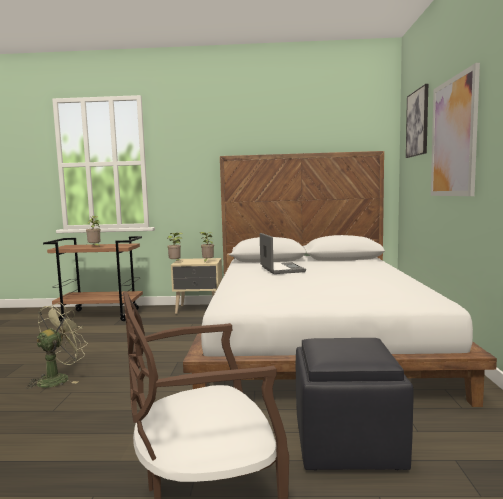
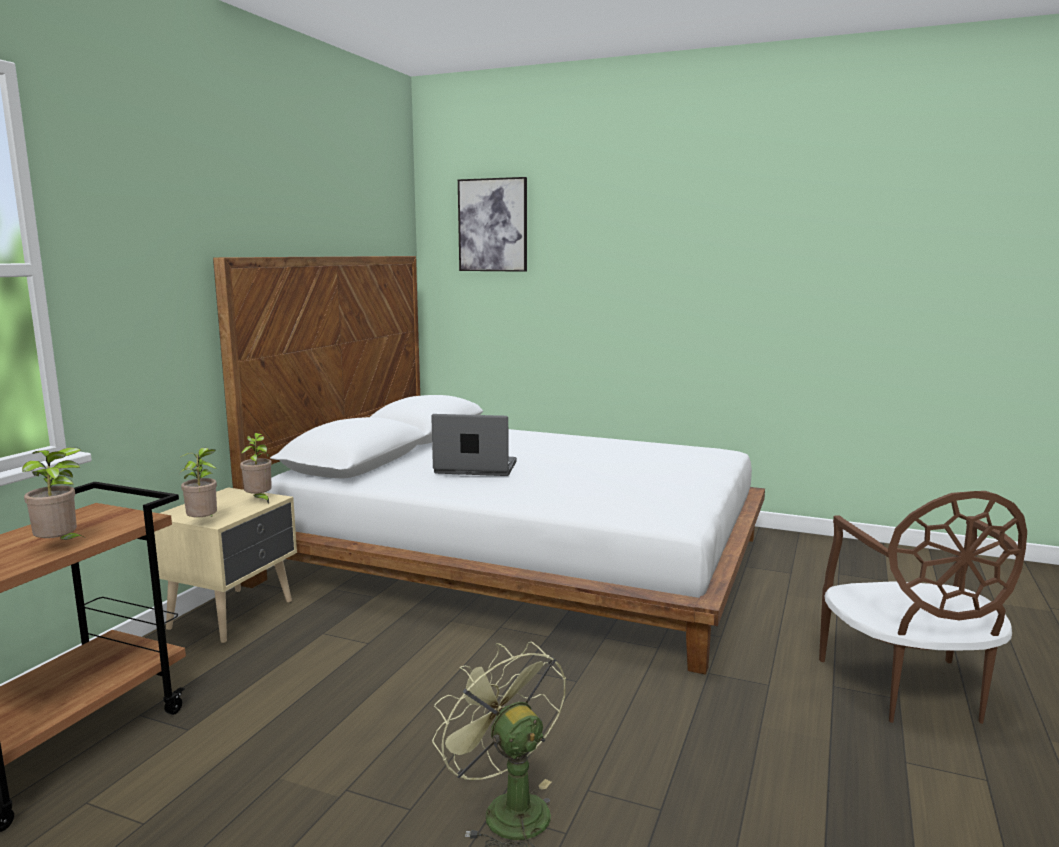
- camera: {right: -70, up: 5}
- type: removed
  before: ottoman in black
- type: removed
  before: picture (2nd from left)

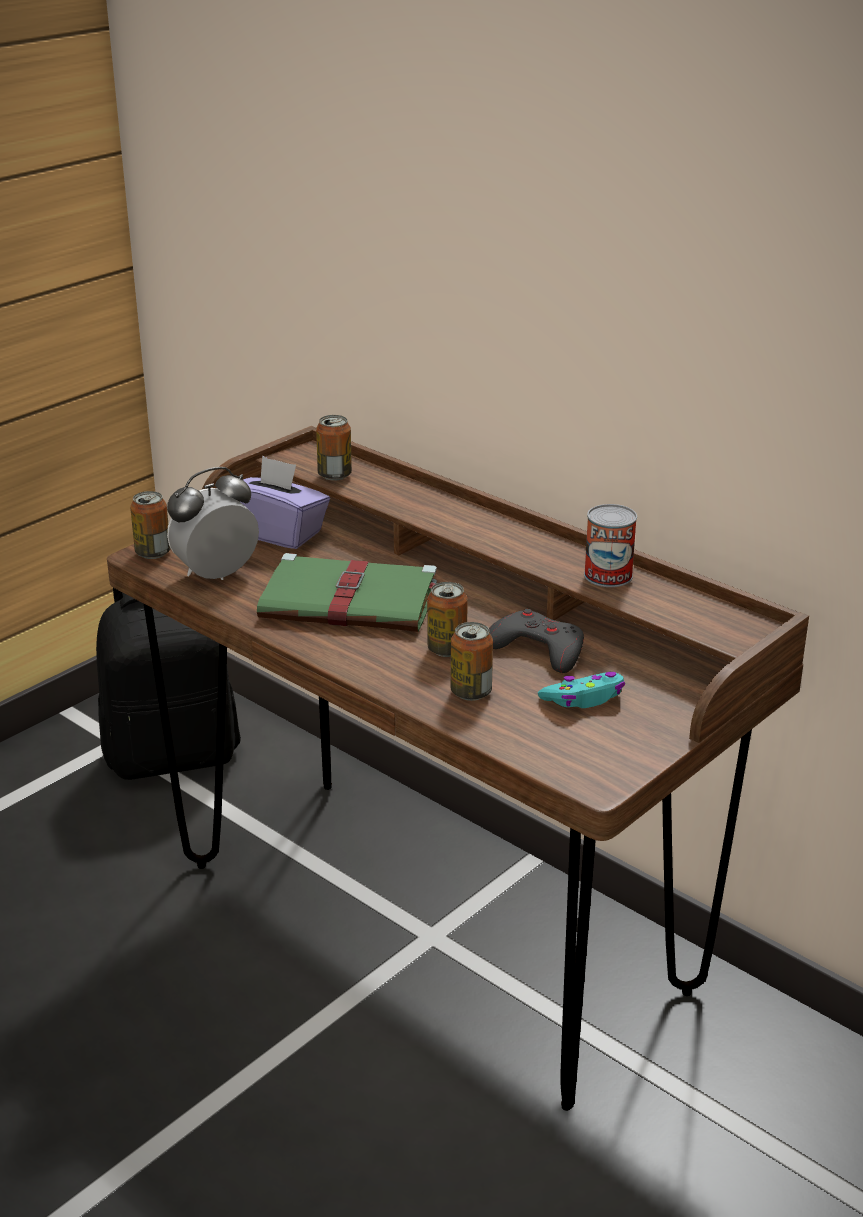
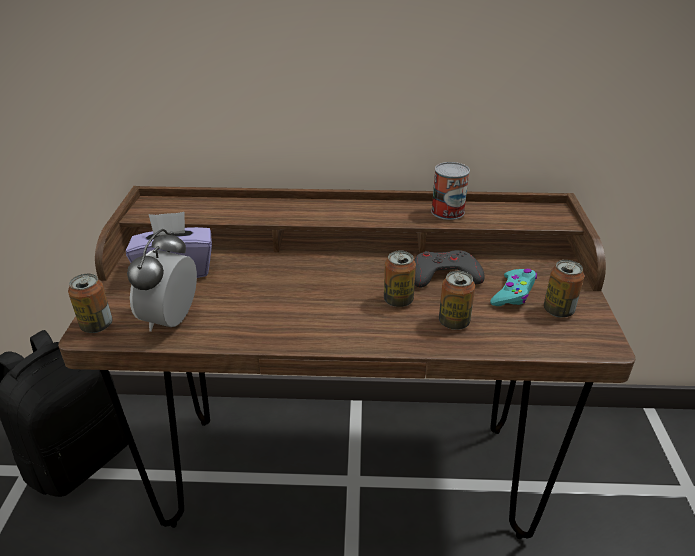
- camera: {right: -40, up: 5}
- type: moved
  before: can (2nd from left in the first image)
  after: can (5th from left)
- type: removed
  before: book in green

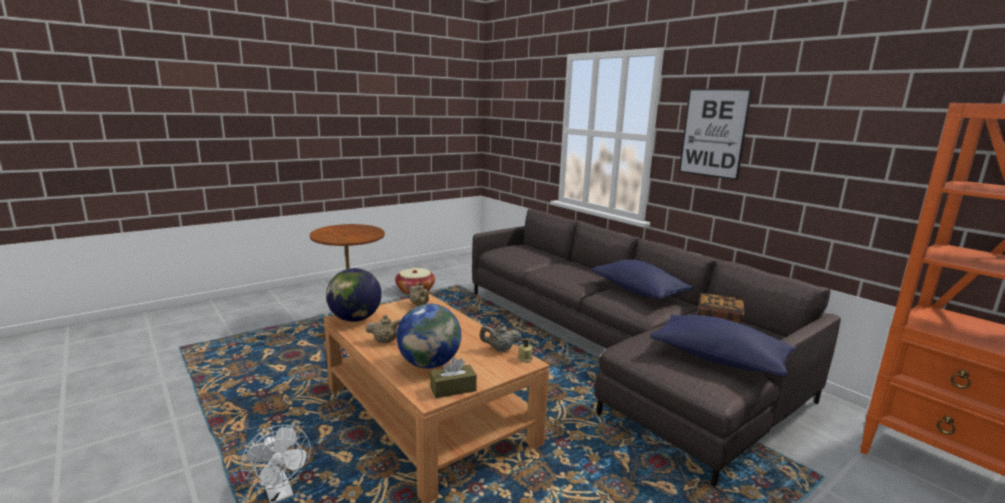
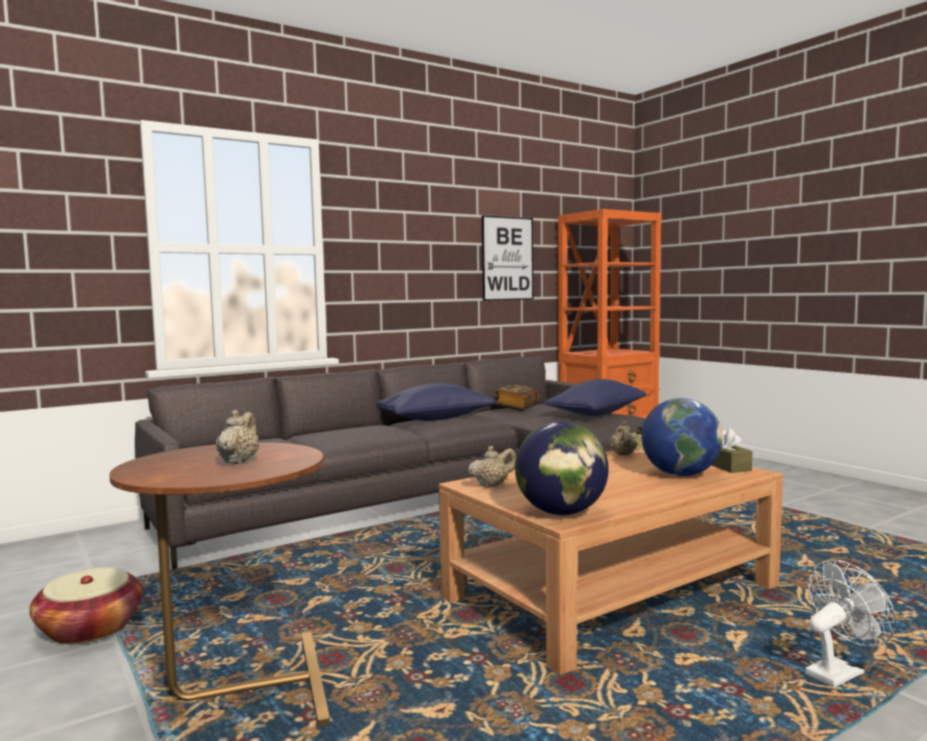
- camera: {right: -85, up: -10}
- type: moved
  before: teapot in beige (1st from left)
- type: moved
  before: picture

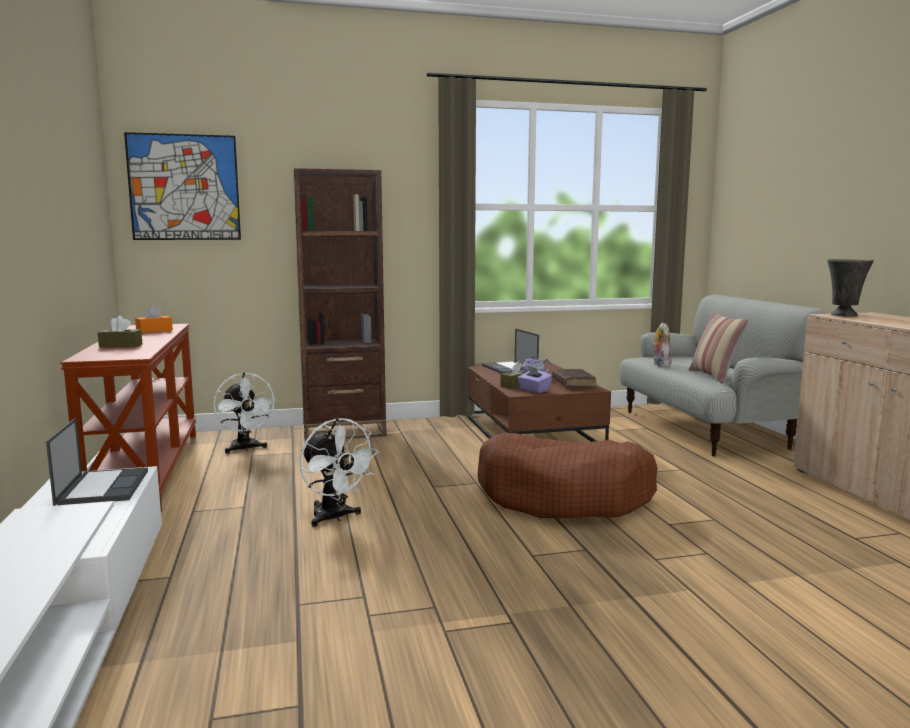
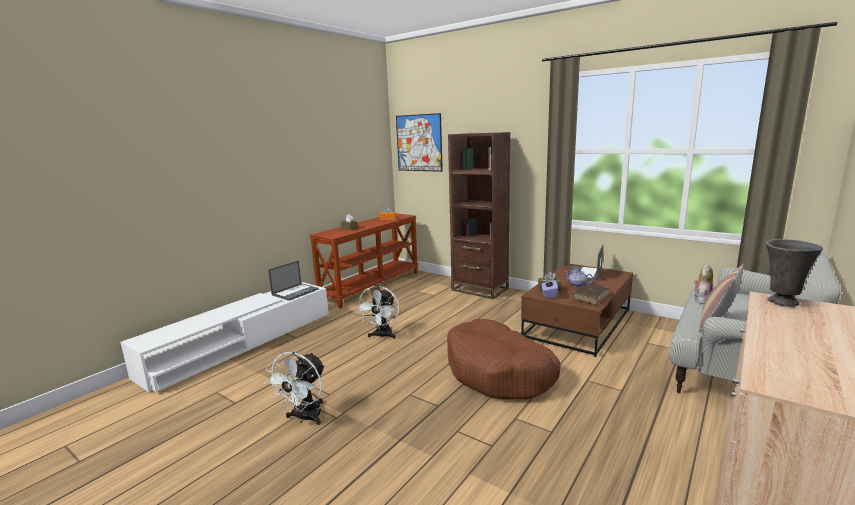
- camera: {right: 50, up: 5}
- type: moved
  before: fan in white (1st from left)

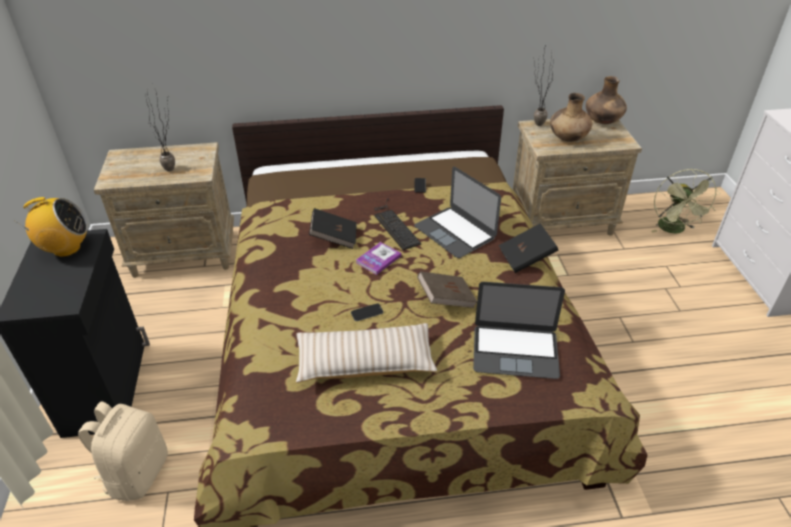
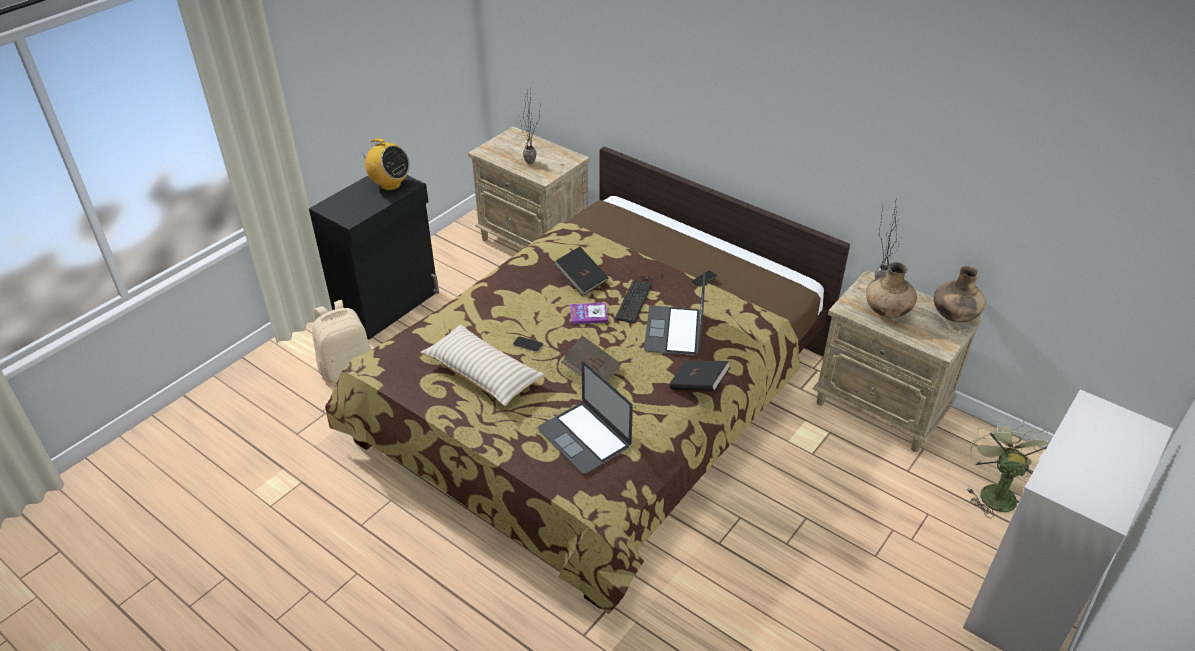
- camera: {right: 45, up: 0}
- type: turned
  before: fan in green
  turn: 150

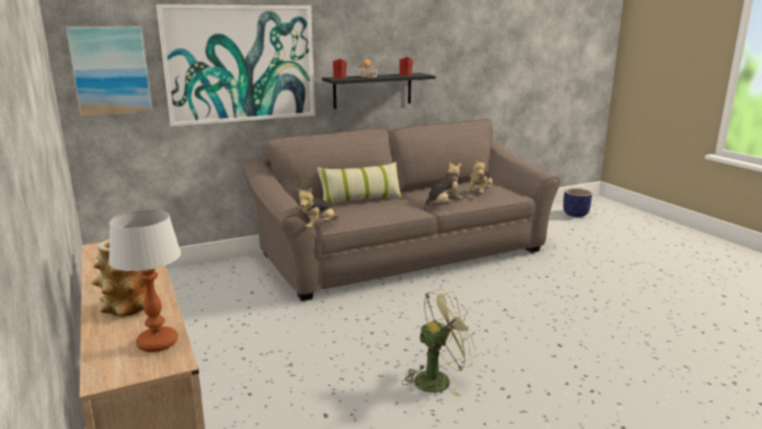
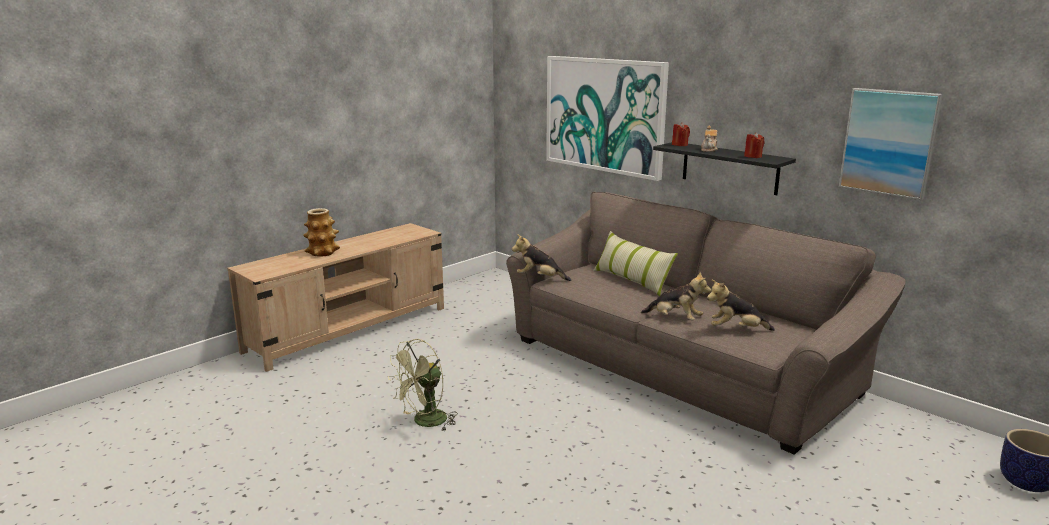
- camera: {right: 70, up: 0}
- type: turned
  before: fan in green
  turn: 90
- type: moved
  before: picture (1st from left in the first image)
  after: picture (2nd from left)
- type: removed
  before: table lamp

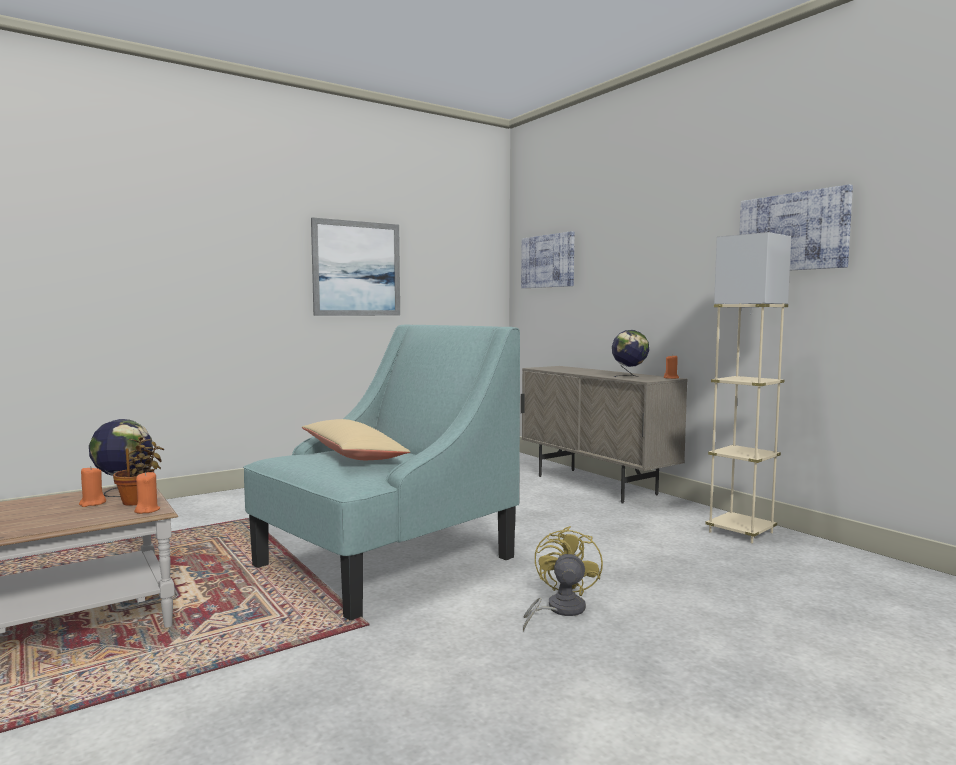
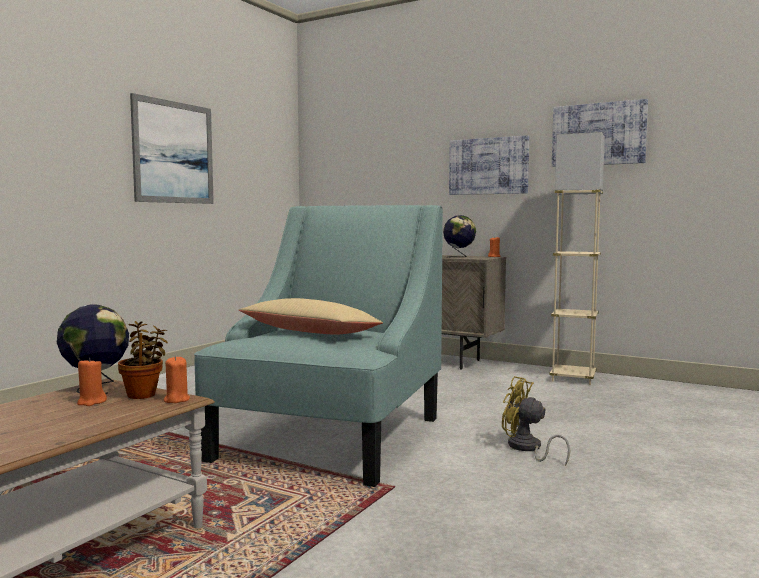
- camera: {right: -25, up: 0}
- type: moved
  before: picture (2nd from left)
- type: turned
  before: fan in yellow
  turn: -45

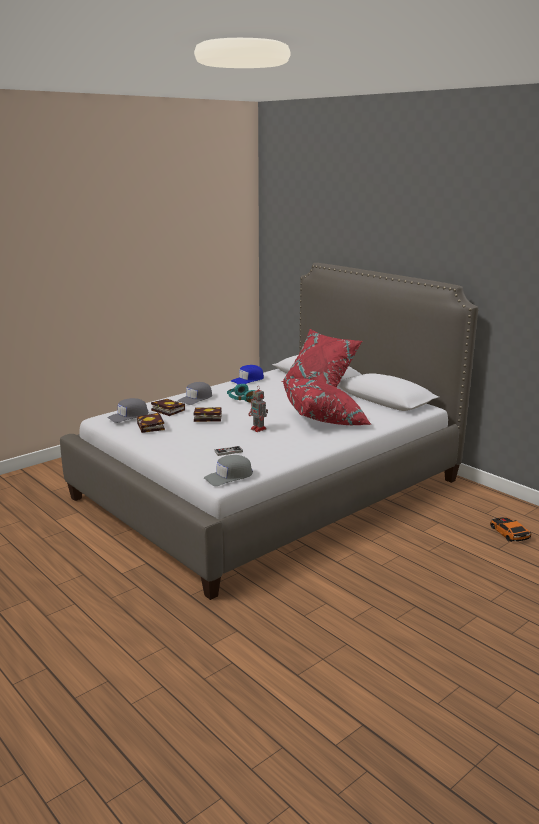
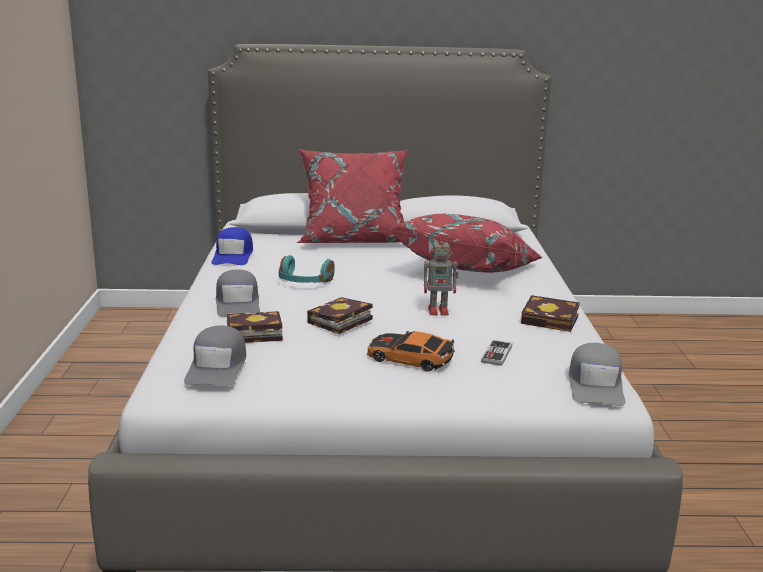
- camera: {right: -50, up: 0}
- type: moved
  before: toy car
- type: moved
  before: book (1st from left in the first image)
  after: book (3rd from left)

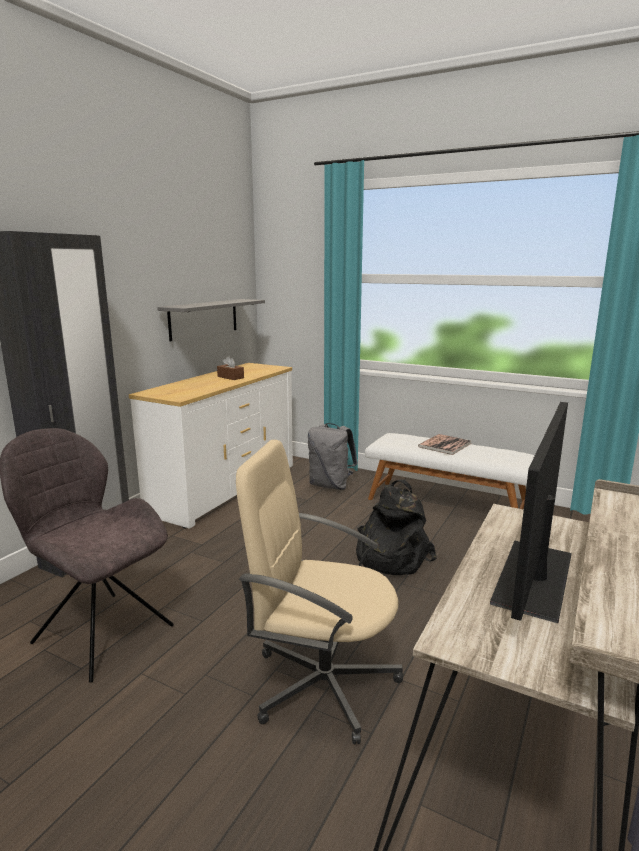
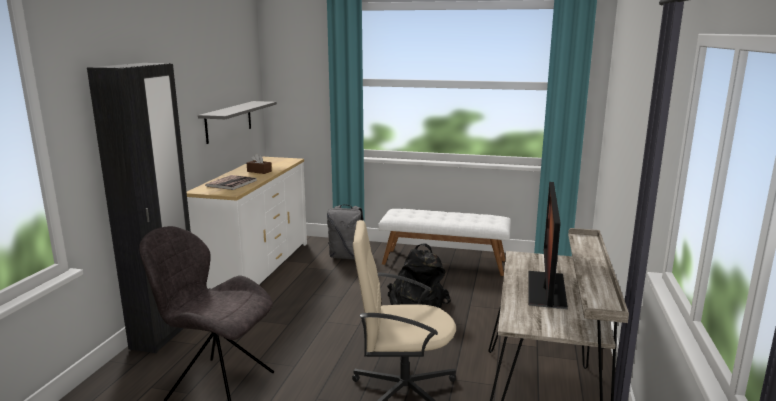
- camera: {right: -15, up: 0}
- type: moved
  before: book

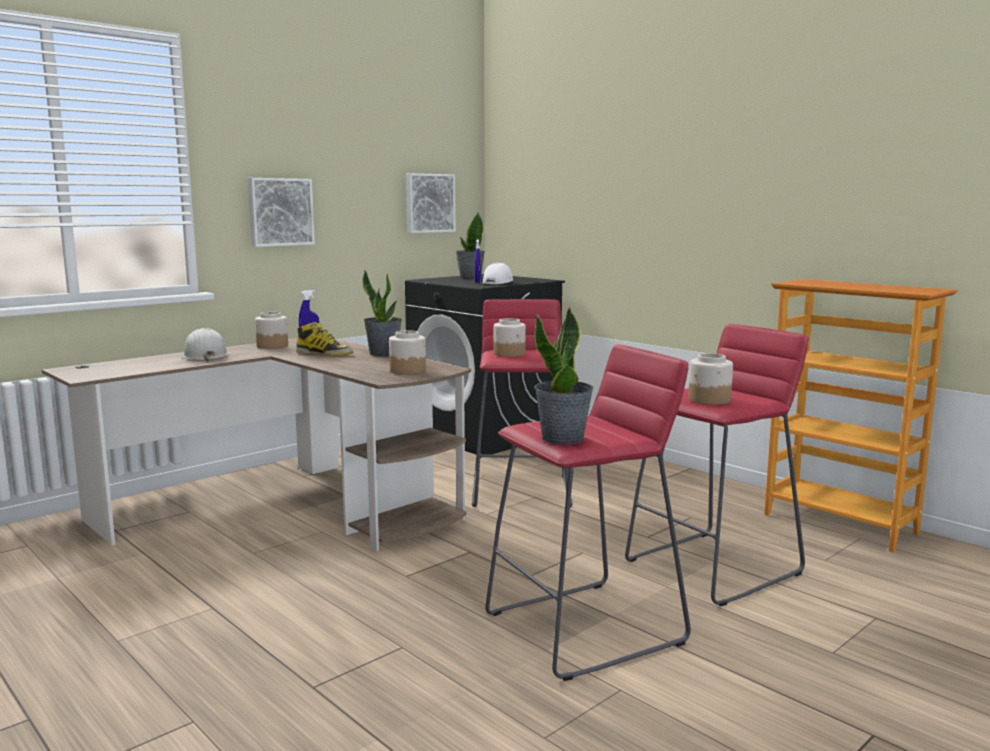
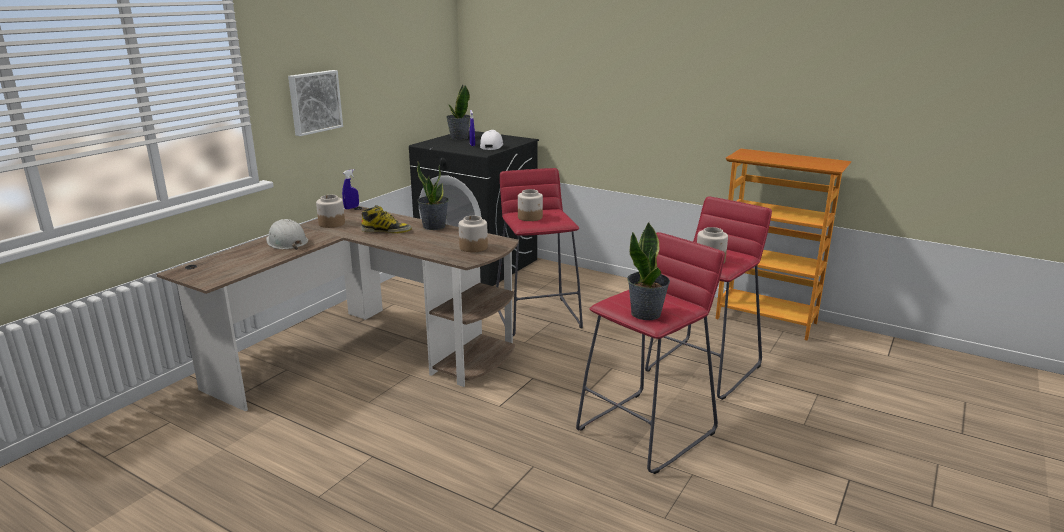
- camera: {right: -15, up: 10}
- type: removed
  before: picture (2nd from left)

